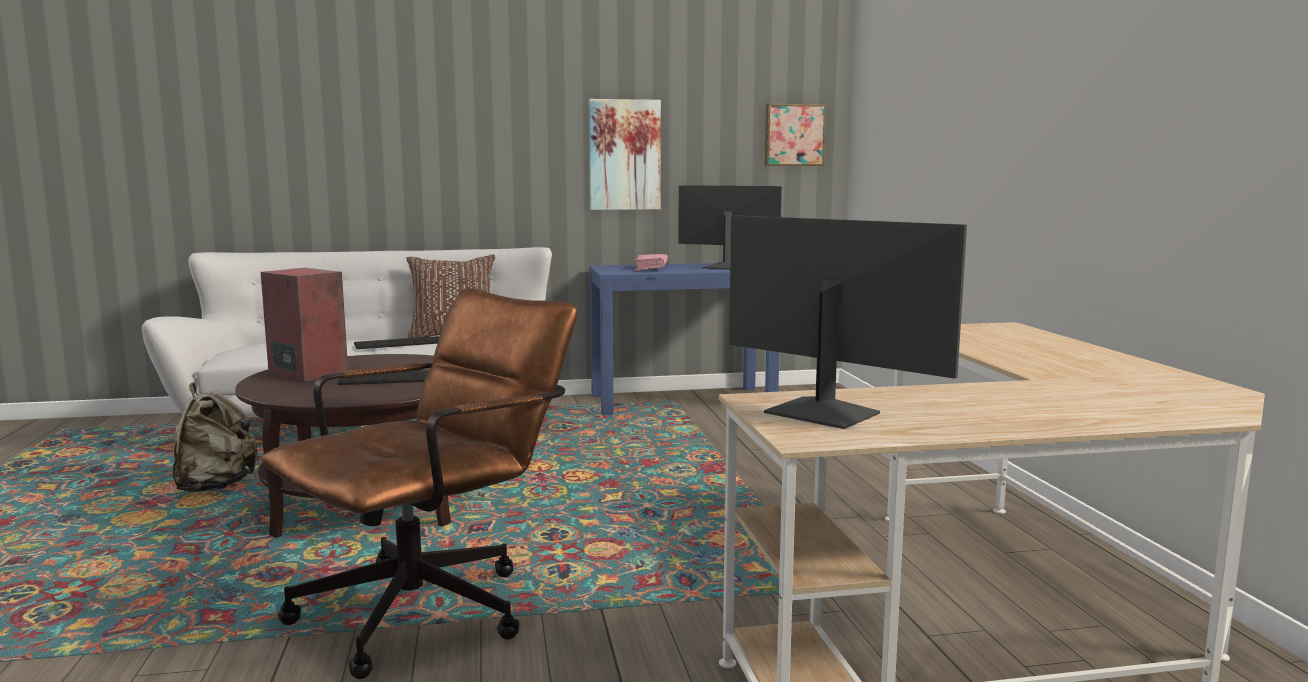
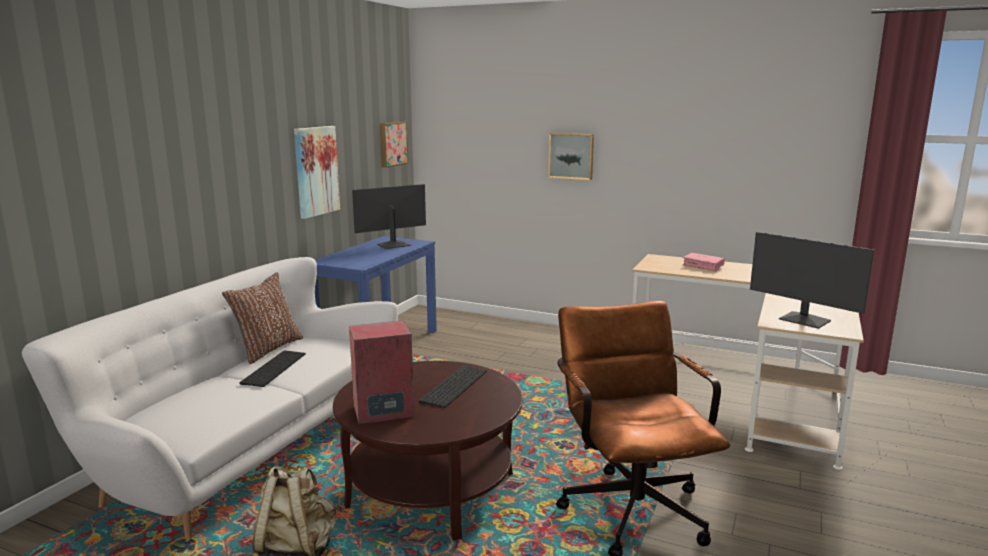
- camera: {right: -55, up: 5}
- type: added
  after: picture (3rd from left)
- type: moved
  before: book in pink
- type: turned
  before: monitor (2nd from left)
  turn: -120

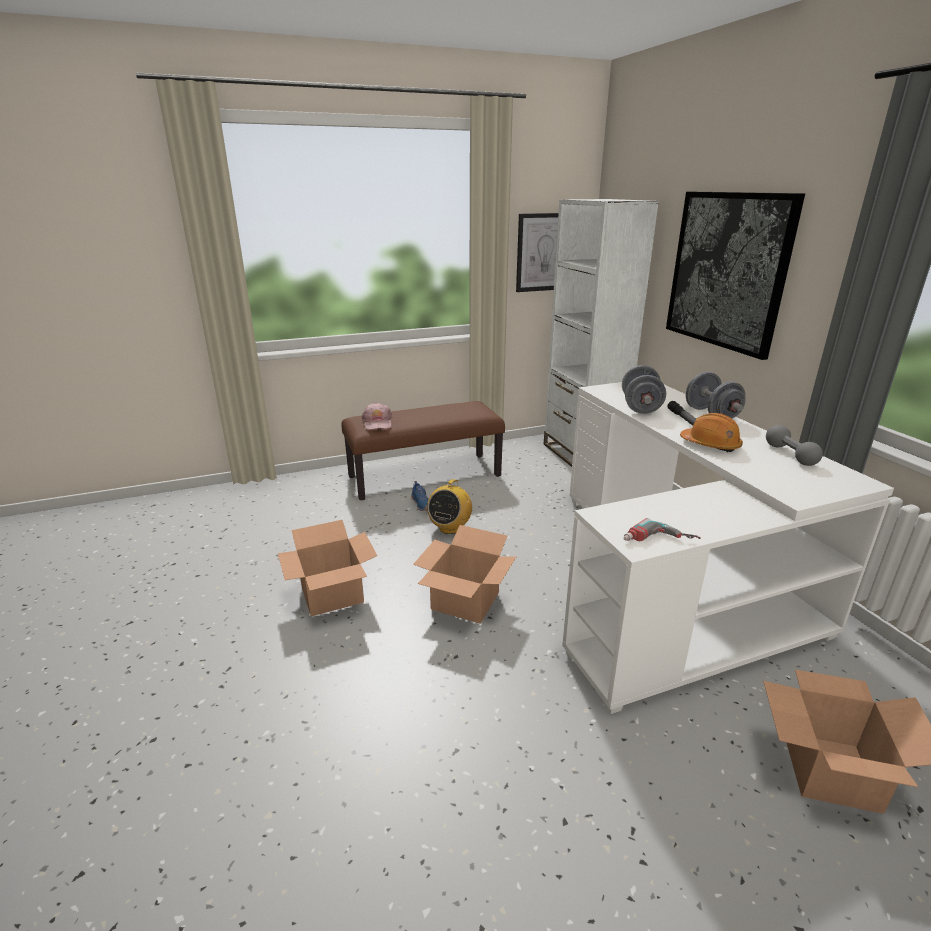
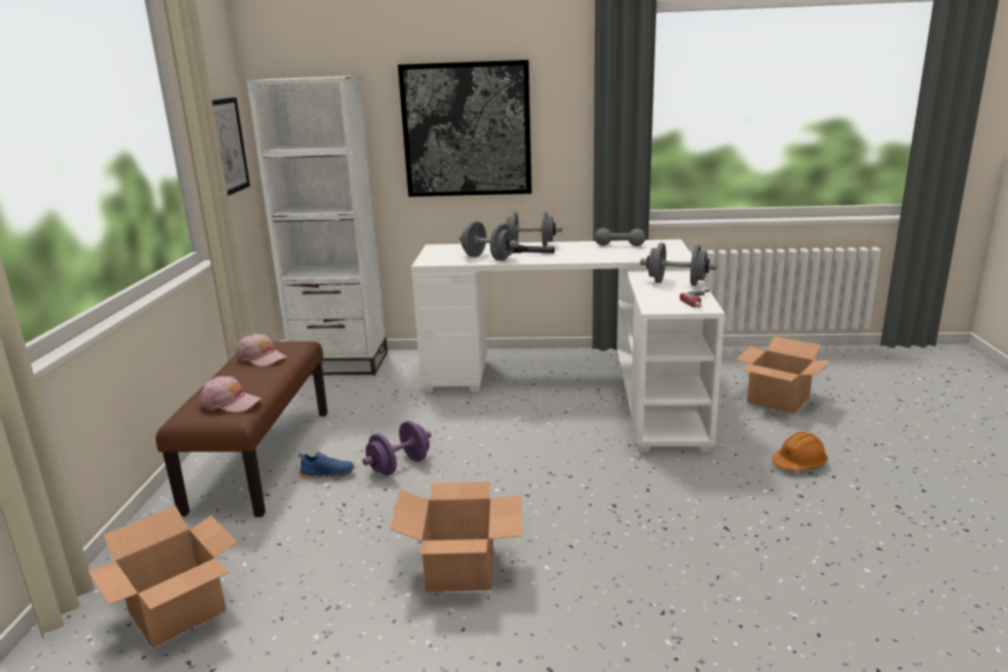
- camera: {right: -65, up: -5}
- type: moved
  before: cardboard box (2nd from left in the first image)
  after: cardboard box (1st from left)
- type: added
  after: cap in pink (2nd from left)
- type: replaced
  before: radio
  after: dumbbell in purple
- type: added
  after: dumbbell in grey (4th from left)
- type: moved
  before: hard hat in orange

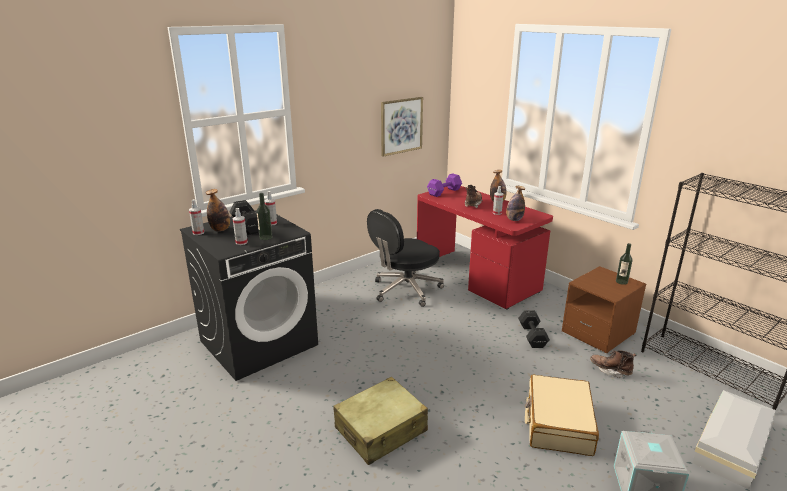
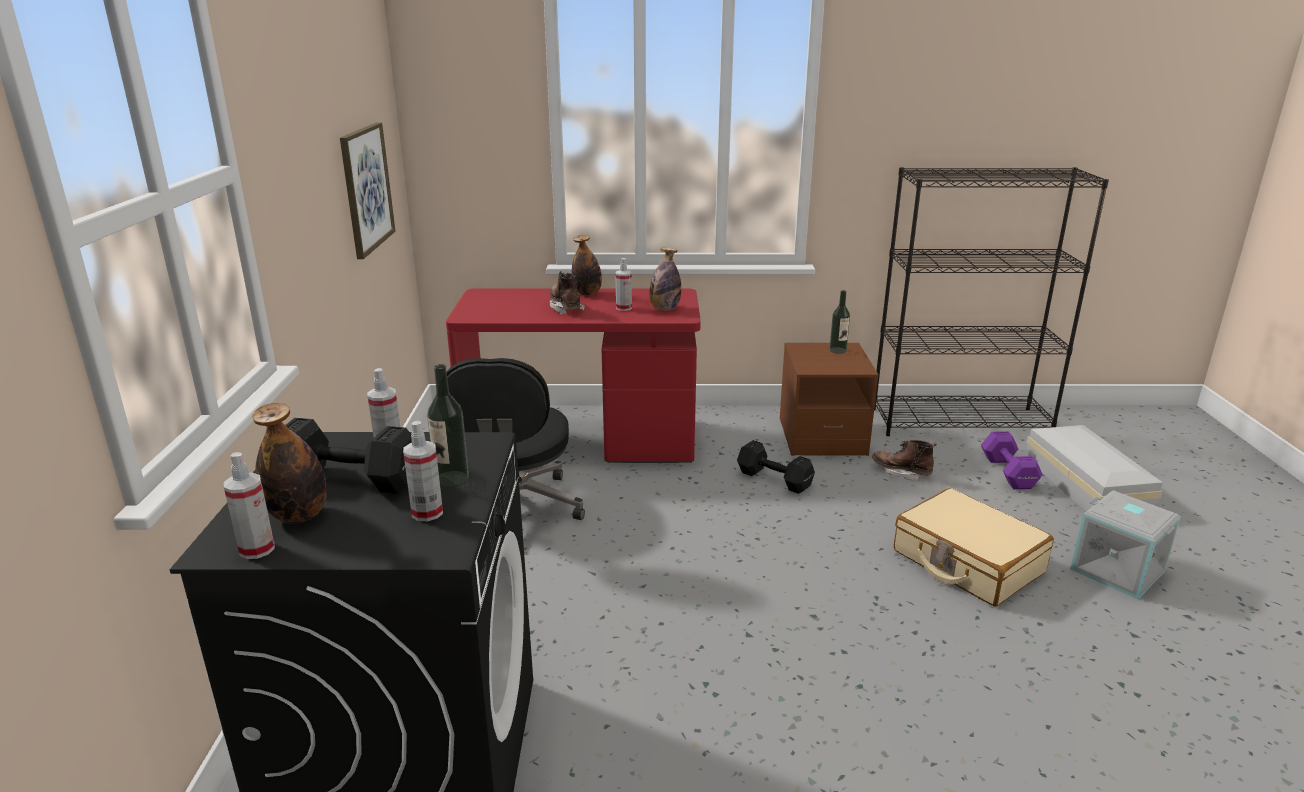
- camera: {right: -50, up: 0}
- type: turned
  before: boot in brown (2nd from left)
  turn: 45
- type: moved
  before: dumbbell in purple
- type: removed
  before: suitcase in beige (1st from left)

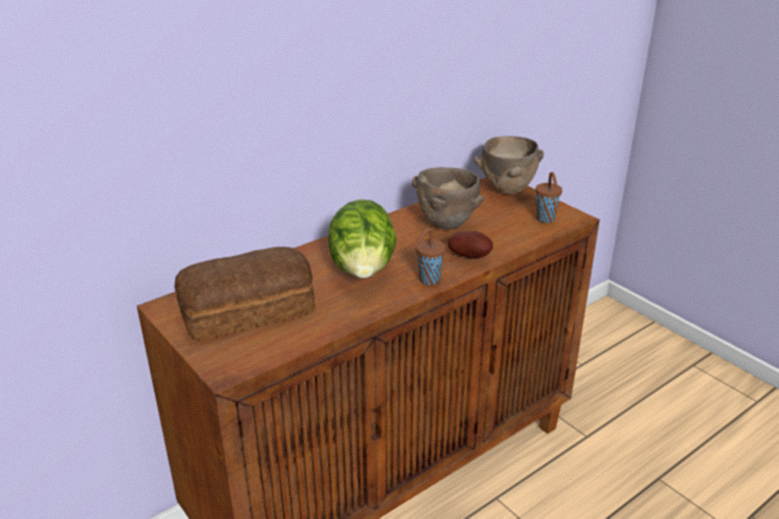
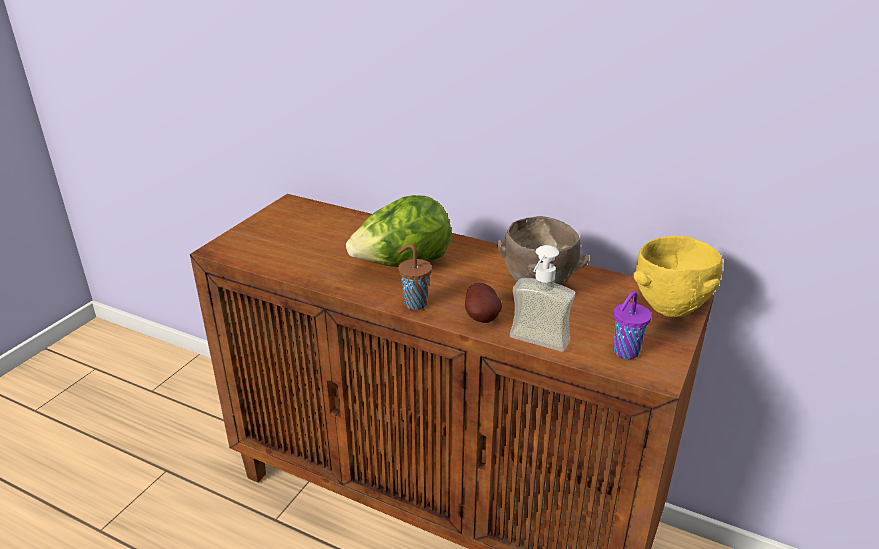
- camera: {right: 65, up: 0}
- type: added
  after: soap dispenser
- type: recoloured
  before: cup in brown (2nd from left)
  after: cup in purple
- type: recoloured
  before: bowl in brown (2nd from left)
  after: bowl in yellow
- type: removed
  before: bread

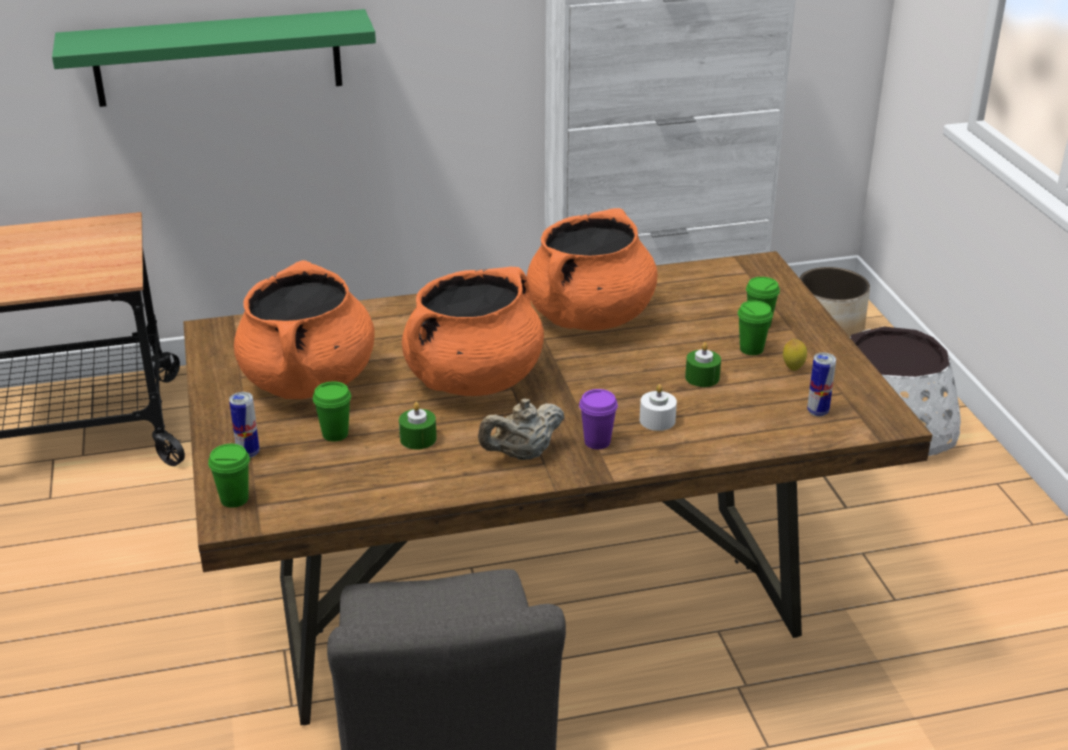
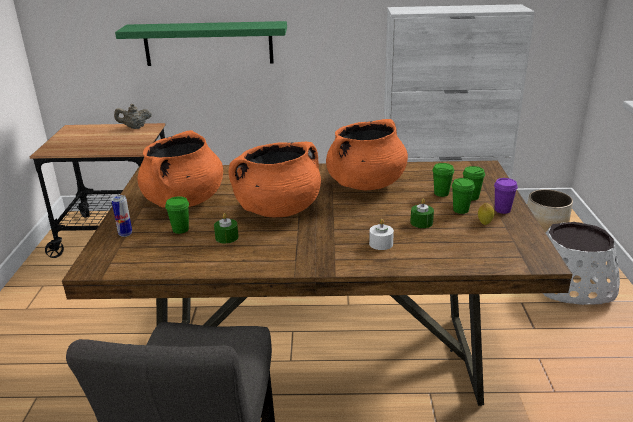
- camera: {right: 15, up: -5}
- type: moved
  before: teapot in beige
- type: moved
  before: cup in green (1st from left in the first image)
  after: cup in green (2nd from left)
- type: moved
  before: cup in purple
- type: removed
  before: can (2nd from left)

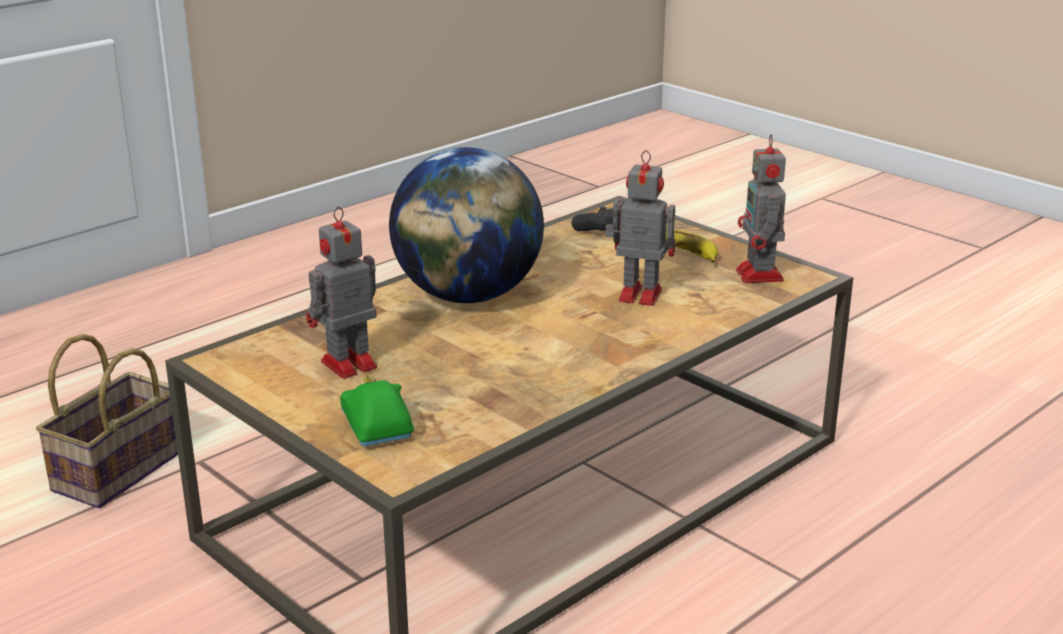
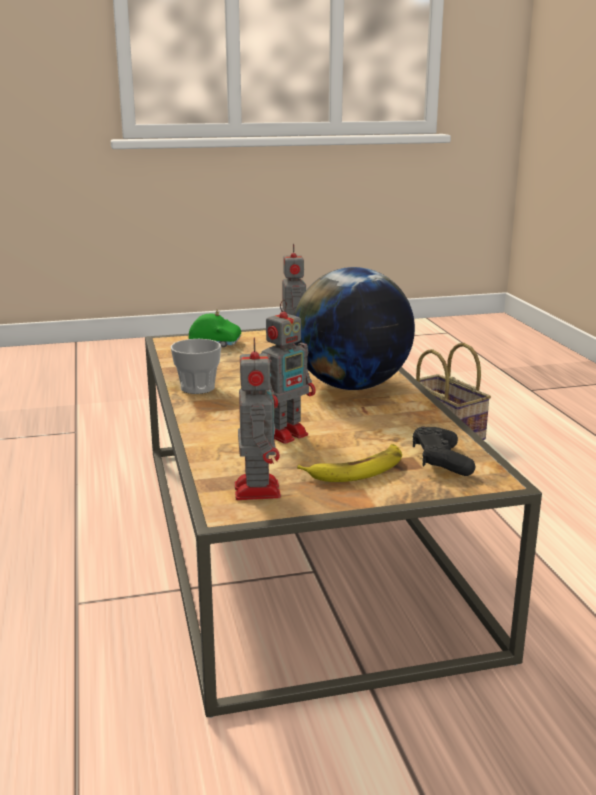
- camera: {right: 120, up: -5}
- type: added
  after: cup
- type: turned
  before: toy robot (3rd from left in the first image)
  turn: 60

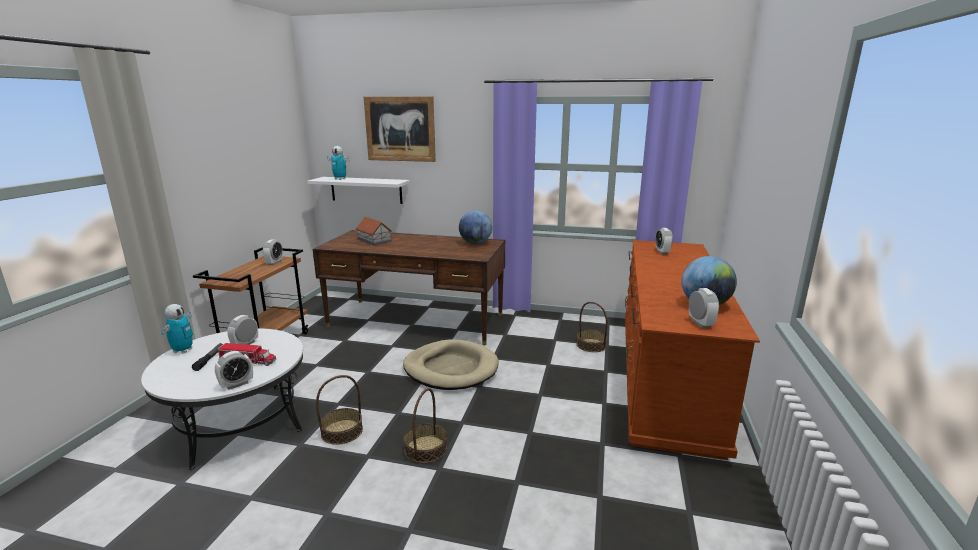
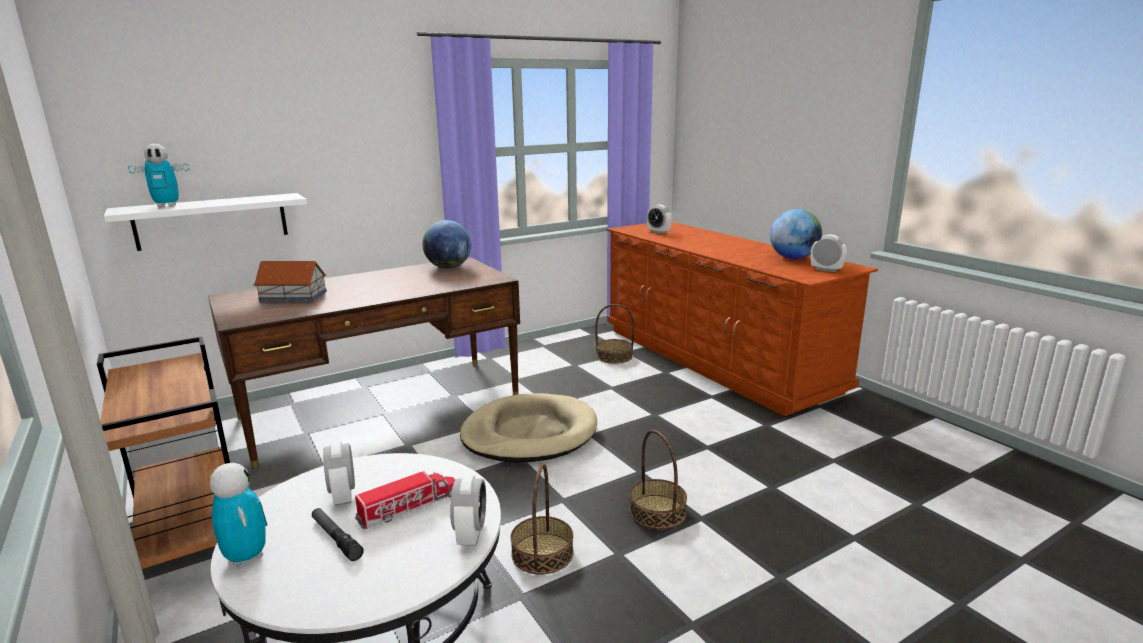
- camera: {right: -45, up: 0}
- type: removed
  before: alarm clock (3rd from left)
- type: removed
  before: picture

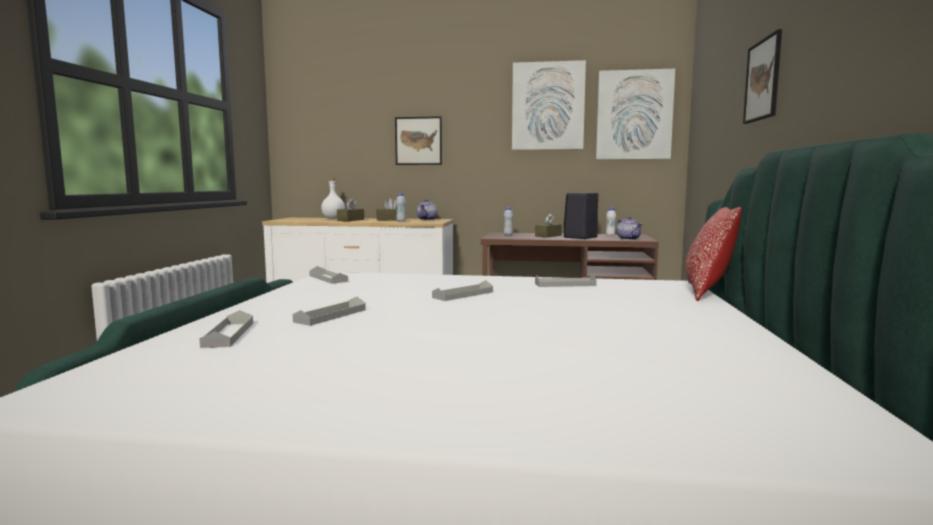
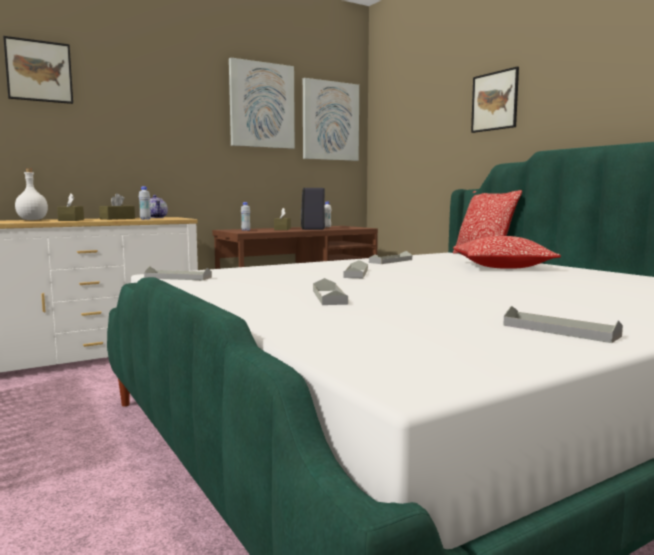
- camera: {right: -40, up: 0}
- type: moved
  before: picture (1st from left)
- type: added
  after: pillow (2nd from left)
- type: moved
  before: tray in grey (1st from left in the first image)
  after: tray in grey (5th from left)
- type: removed
  before: teapot (2nd from left)

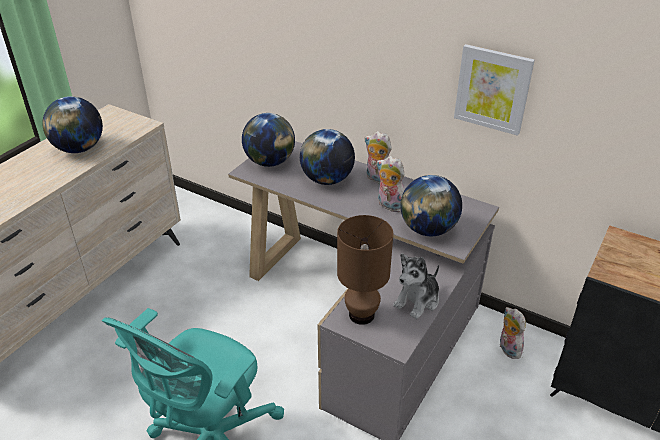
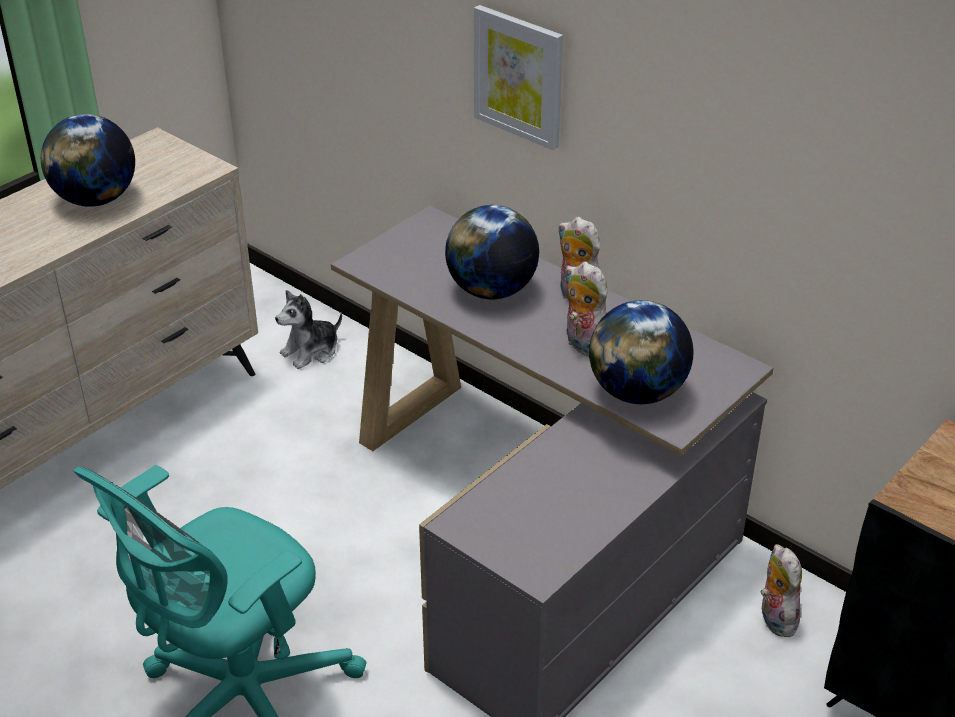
- camera: {right: 10, up: 0}
- type: moved
  before: plush toy (3rd from left in the first image)
  after: plush toy (1st from left)
- type: moved
  before: picture
- type: removed
  before: globe (2nd from left)
- type: removed
  before: table lamp in brown

